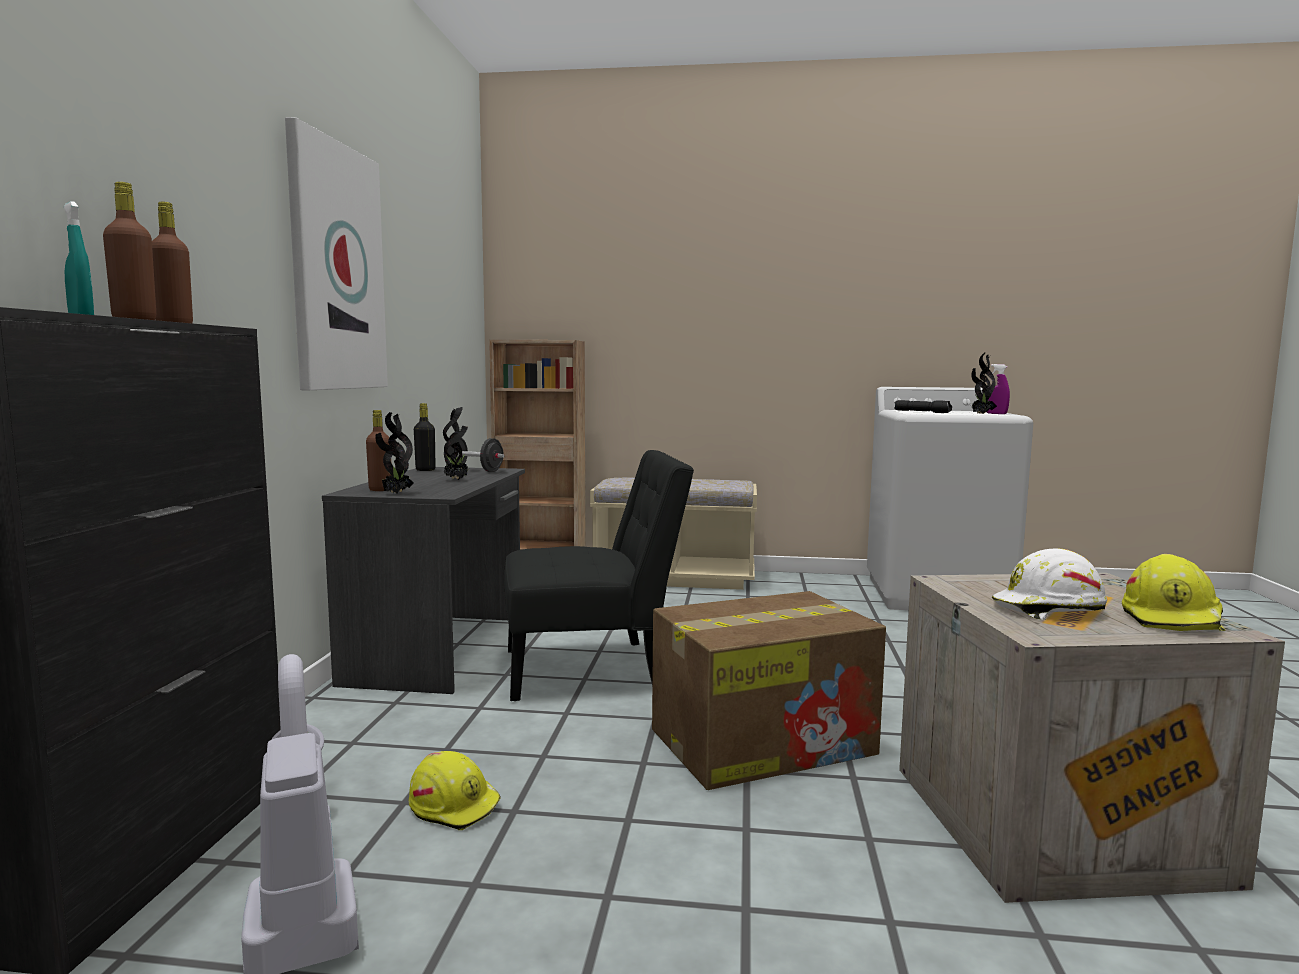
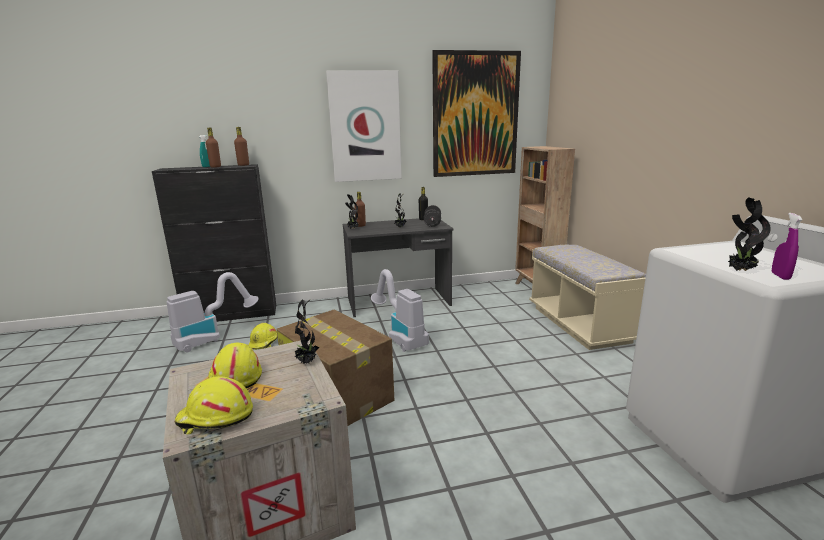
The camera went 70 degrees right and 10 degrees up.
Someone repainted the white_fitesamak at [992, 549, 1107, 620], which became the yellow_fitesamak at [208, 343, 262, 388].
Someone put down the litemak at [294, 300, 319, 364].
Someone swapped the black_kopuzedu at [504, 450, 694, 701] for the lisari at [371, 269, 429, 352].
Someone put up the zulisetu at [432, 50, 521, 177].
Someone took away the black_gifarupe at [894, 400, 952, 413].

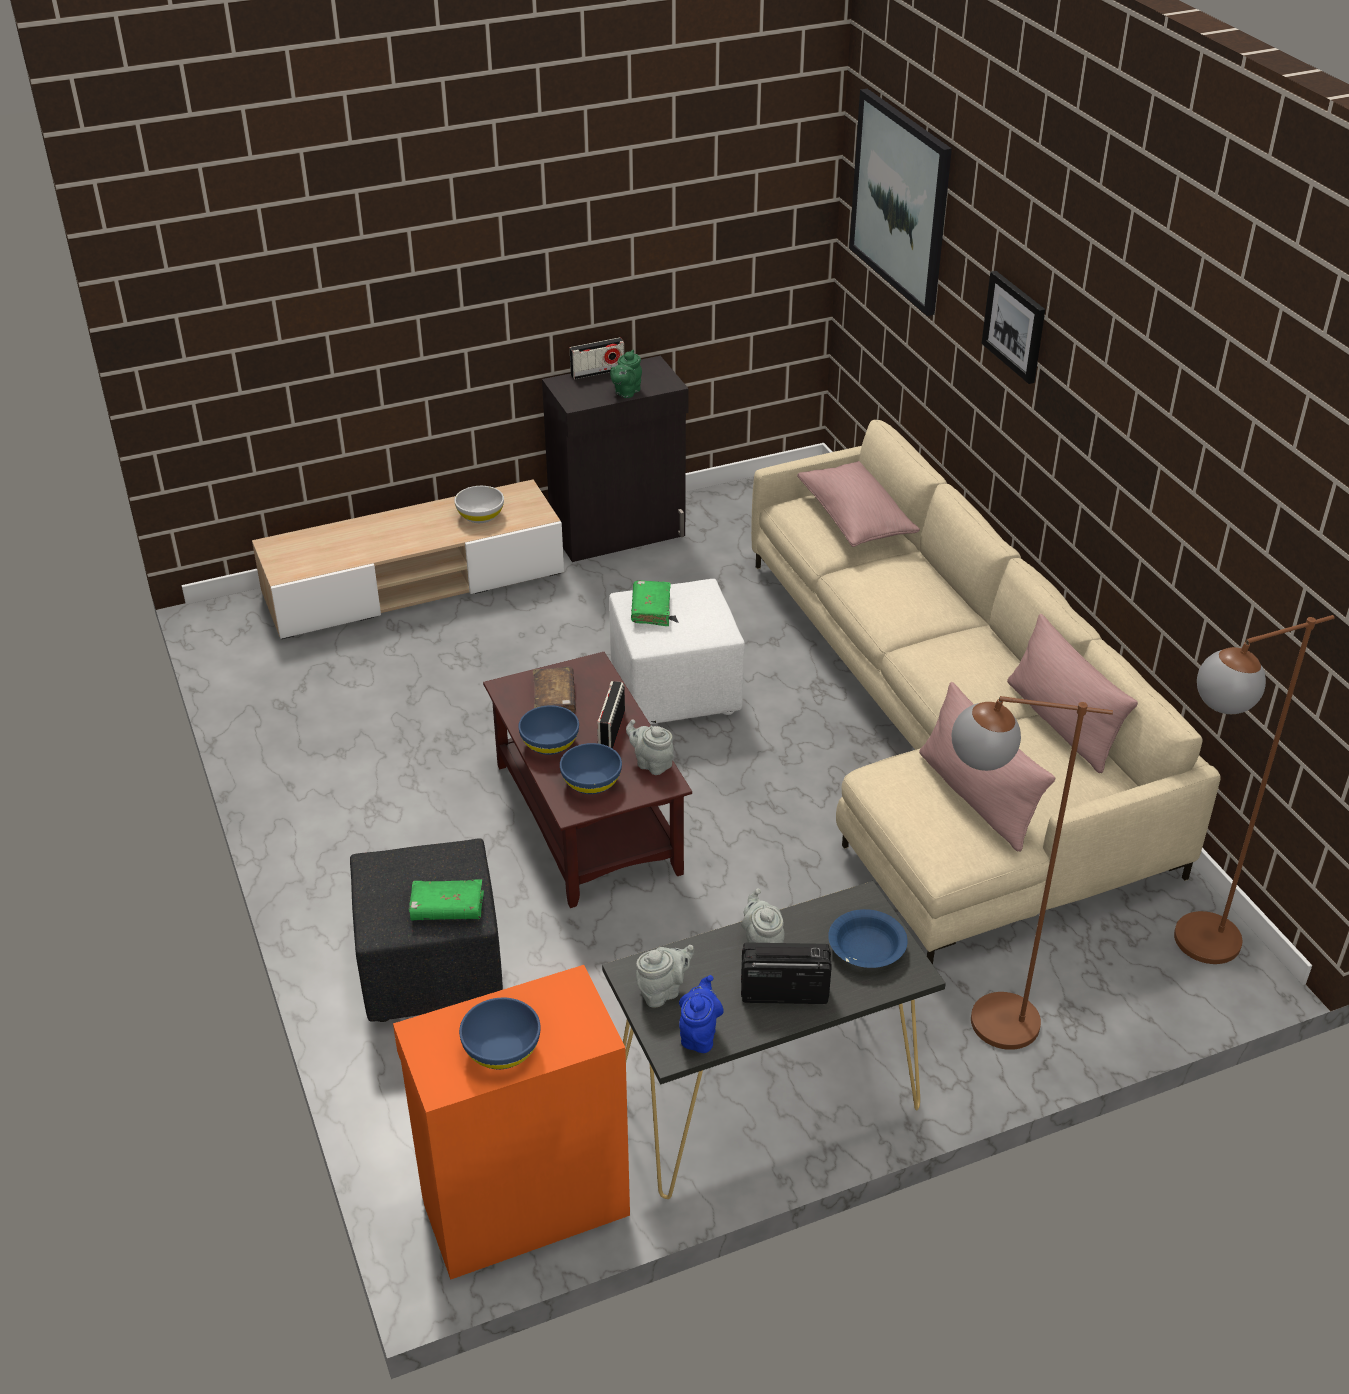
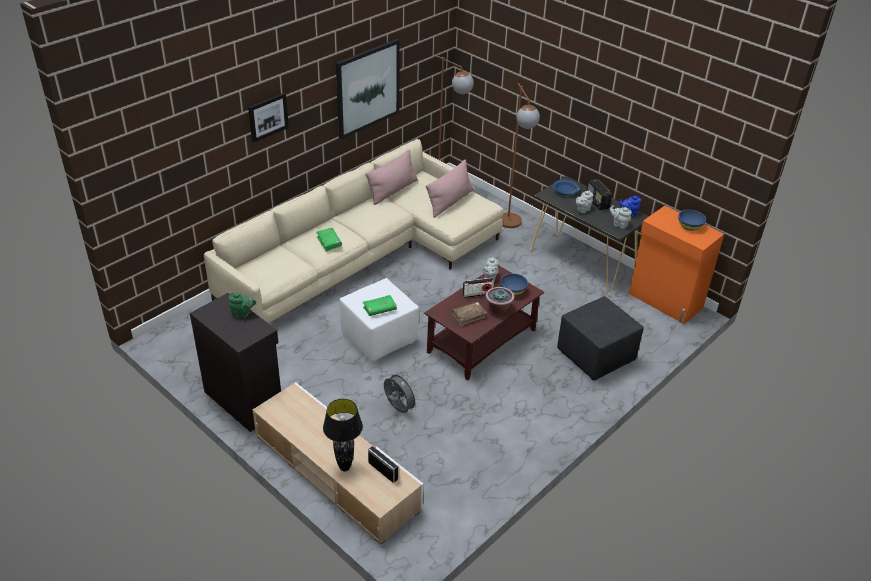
The camera went 115 degrees left and 0 degrees up.
Someone carried the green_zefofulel from [409, 879, 484, 920] to [316, 228, 342, 252].
Someone put down the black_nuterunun at [323, 399, 363, 471].
Someone carried the zulisetu from [849, 89, 952, 316] to [336, 39, 400, 139].
Someone carried the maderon from [570, 338, 624, 379] to [368, 445, 399, 483].
Someone put down the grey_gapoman at [384, 371, 419, 413].
Someone swapped the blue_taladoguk at [518, 705, 579, 755] for the litemak at [485, 287, 514, 314].
Someone took away the white_taladoguk at [454, 486, 504, 523].
Someone took away the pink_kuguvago at [797, 461, 920, 547].

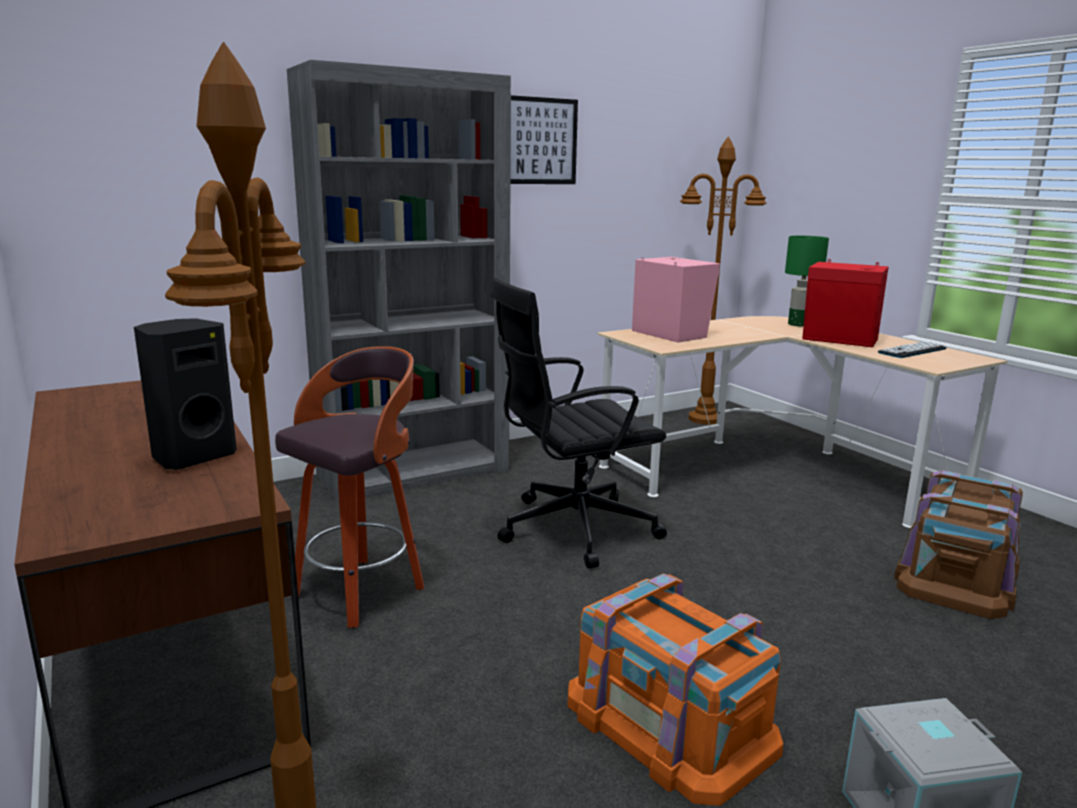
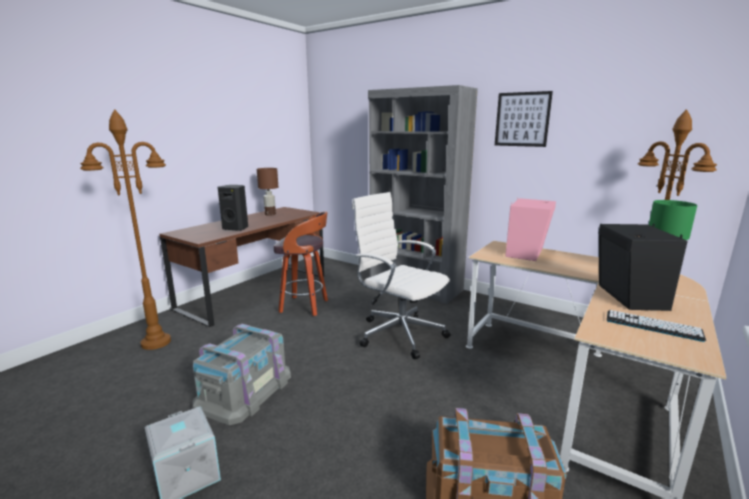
The camera went 65 degrees right and 0 degrees up.
Someone repainted the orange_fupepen at [568, 574, 783, 806], which became the grey_fupepen at [193, 324, 291, 425].
Someone put down the brown_nuterunun at [257, 168, 278, 216].
Someone repainted the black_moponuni at [491, 277, 667, 569], which became the white_moponuni at [352, 192, 451, 359].
Someone repainted the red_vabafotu at [802, 259, 888, 347], which became the black_vabafotu at [598, 224, 688, 311].

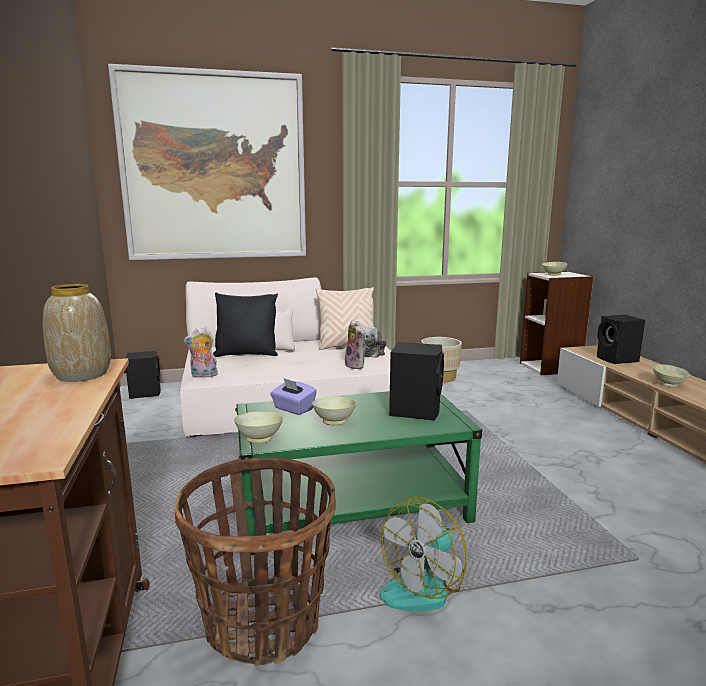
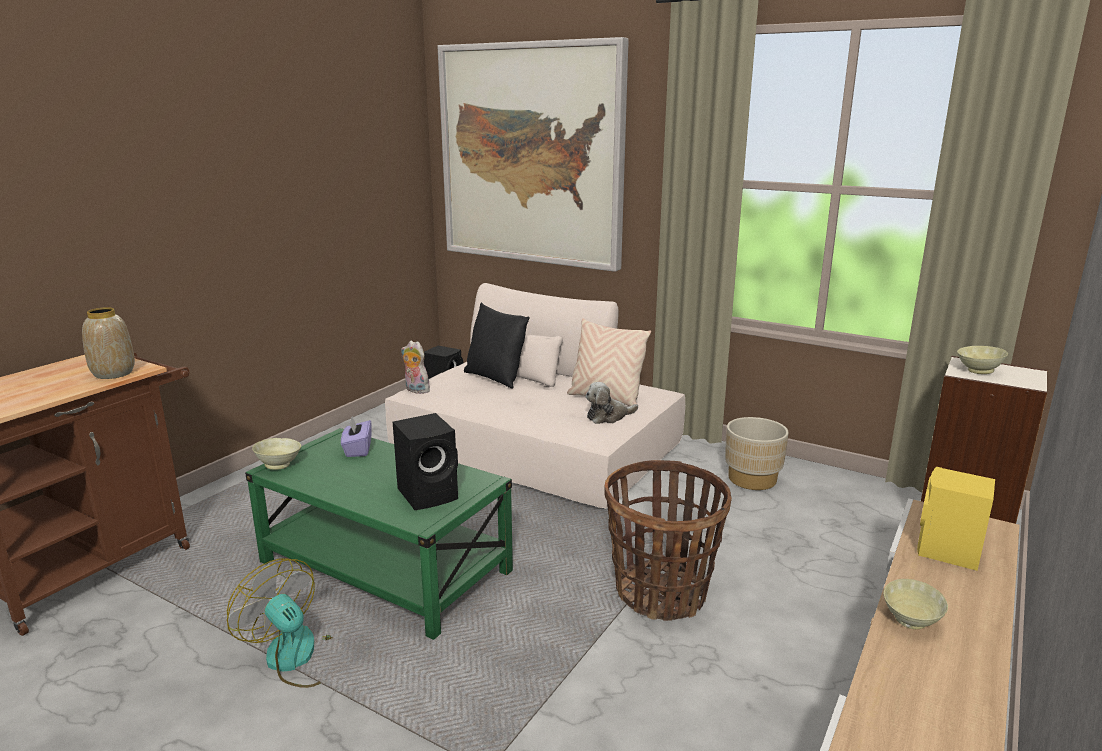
The camera went 45 degrees right and 5 degrees up.
Someone rotated the gapoman at [379, 497, 467, 611] by 45 degrees clockwise.
Someone carried the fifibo from [175, 457, 336, 666] to [604, 460, 732, 621].
Someone repainted the black_vabafotu at [597, 315, 645, 364], which became the yellow_vabafotu at [917, 467, 995, 571].
Someone took away the beige_taladoguk at [312, 397, 357, 425].
Someone took away the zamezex at [345, 319, 365, 369].

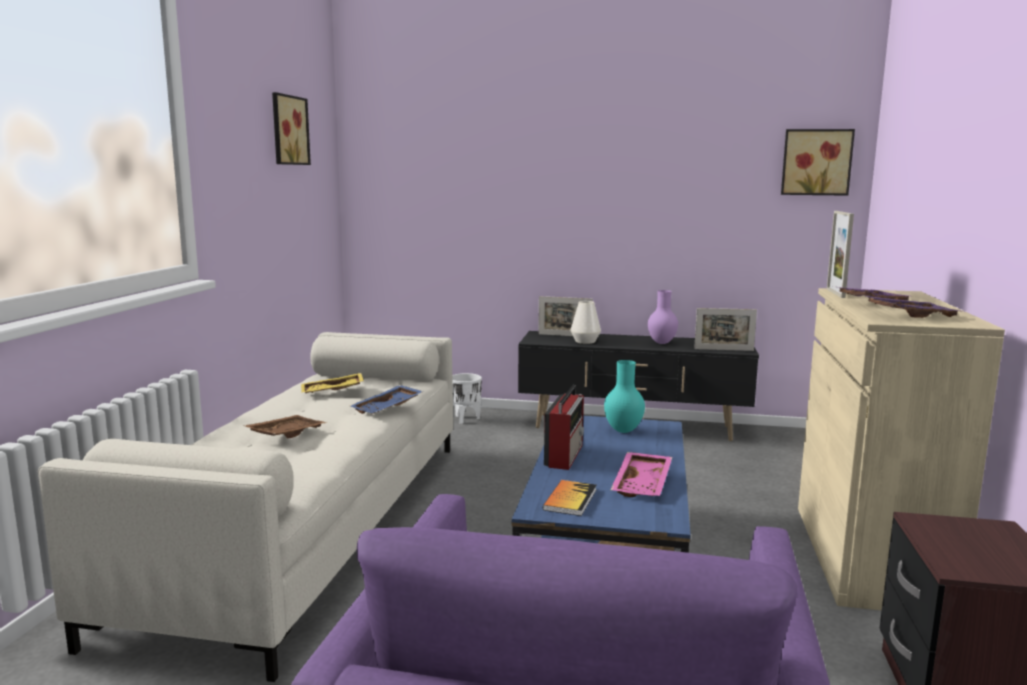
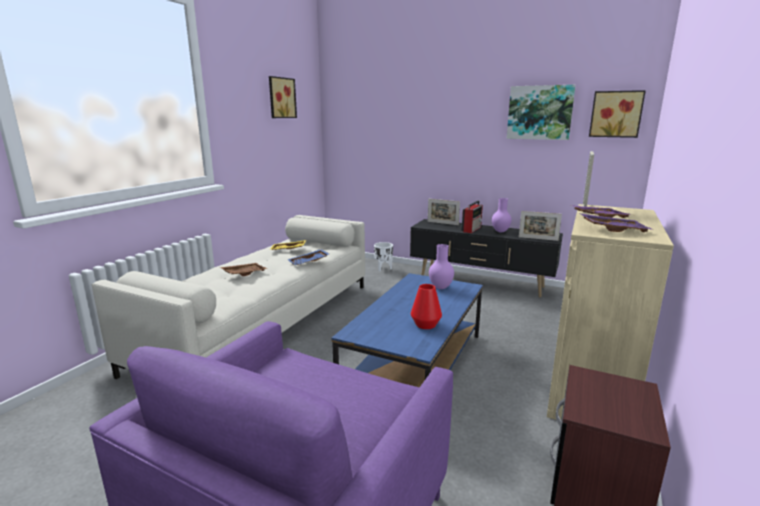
The camera went 15 degrees right and 5 degrees up.
Someone swapped the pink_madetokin at [611, 452, 672, 497] for the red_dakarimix at [411, 284, 442, 329].
Someone repainted the turquoise_dakarimix at [604, 360, 645, 433], which became the purple_dakarimix at [429, 244, 454, 289].
Someone carried the maderon from [544, 385, 584, 470] to [462, 200, 483, 233].
Someone put up the zulisetu at [507, 85, 576, 140].
Someone took away the zefofulel at [543, 480, 596, 516].
Someone took away the white_dakarimix at [570, 301, 601, 344].

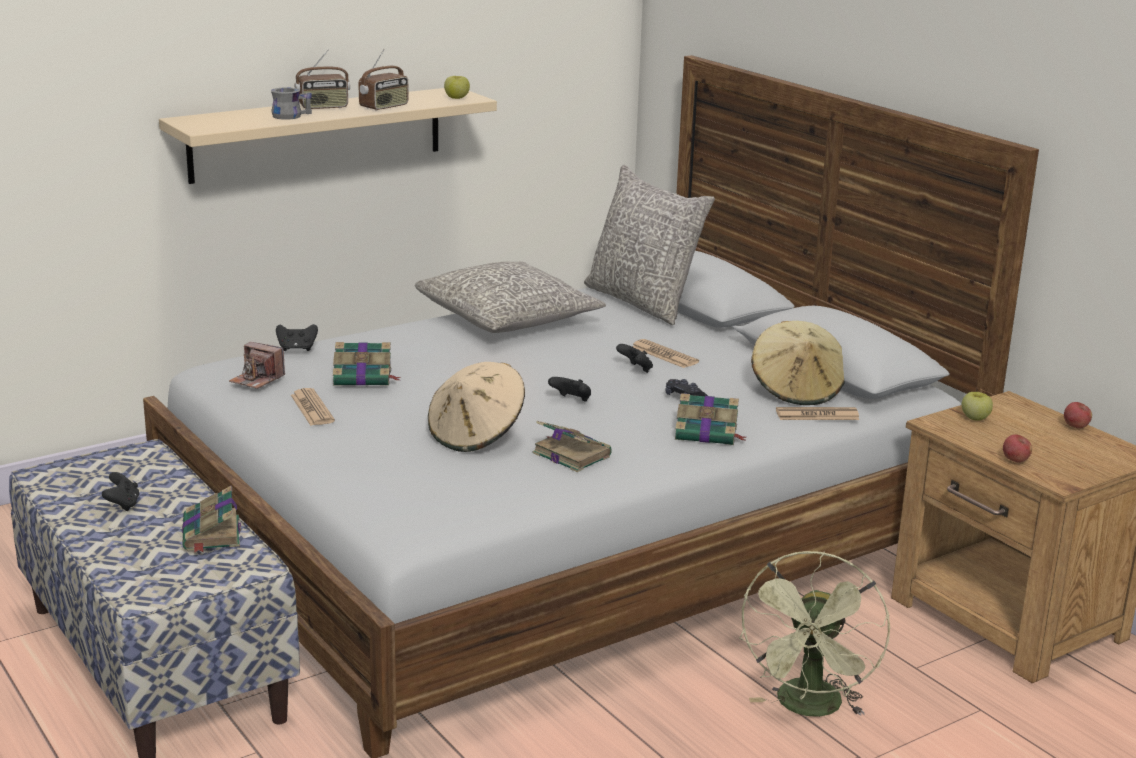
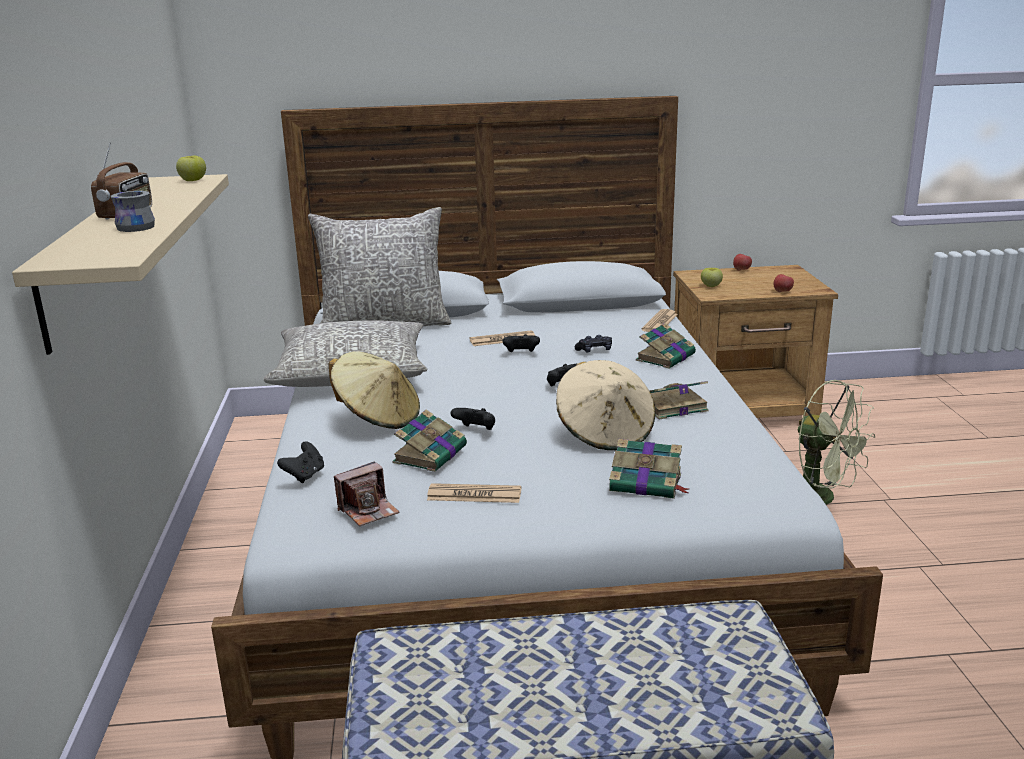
The camera went 60 degrees left and 0 degrees up.
Someone carried the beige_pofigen from [751, 321, 845, 405] to [329, 351, 420, 429].
Someone carried the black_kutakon from [102, 472, 140, 511] to [450, 408, 495, 430].
Someone carried the zefofulel from [182, 486, 241, 553] to [609, 439, 689, 499].
Someone took away the maderon at [359, 49, 409, 111].

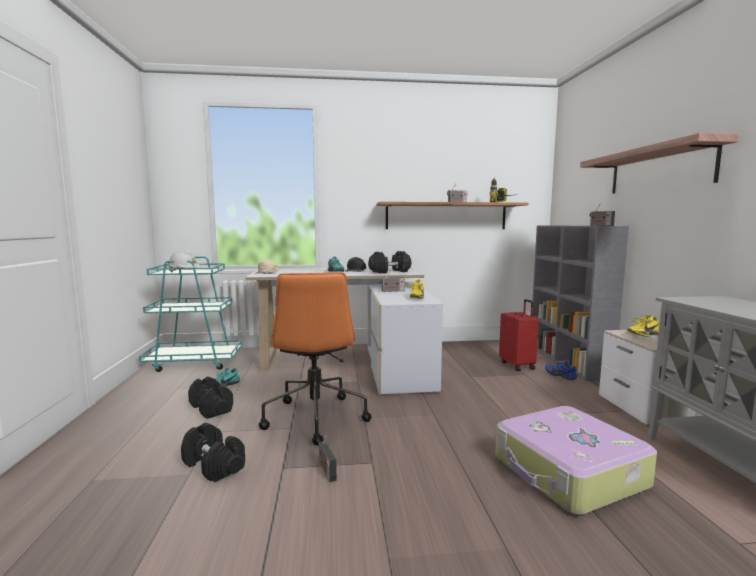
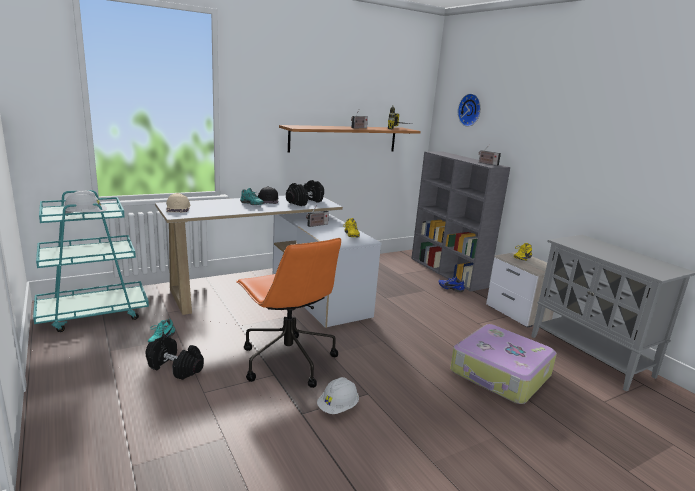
The camera went 25 degrees left and 10 degrees up.
Someone swapped the maderon at [319, 436, 337, 482] for the white_fitesamak at [317, 377, 359, 414].
Someone put up the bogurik at [458, 93, 481, 127].
Someone took away the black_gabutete at [181, 423, 245, 482].
Someone took away the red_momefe at [499, 299, 539, 371].
Someone took away the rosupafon at [580, 133, 739, 194].

